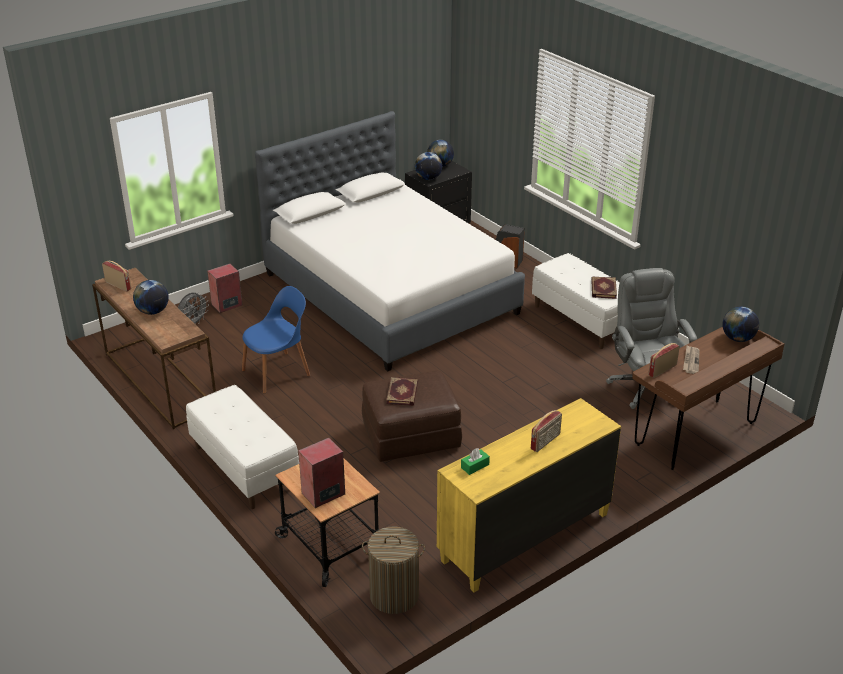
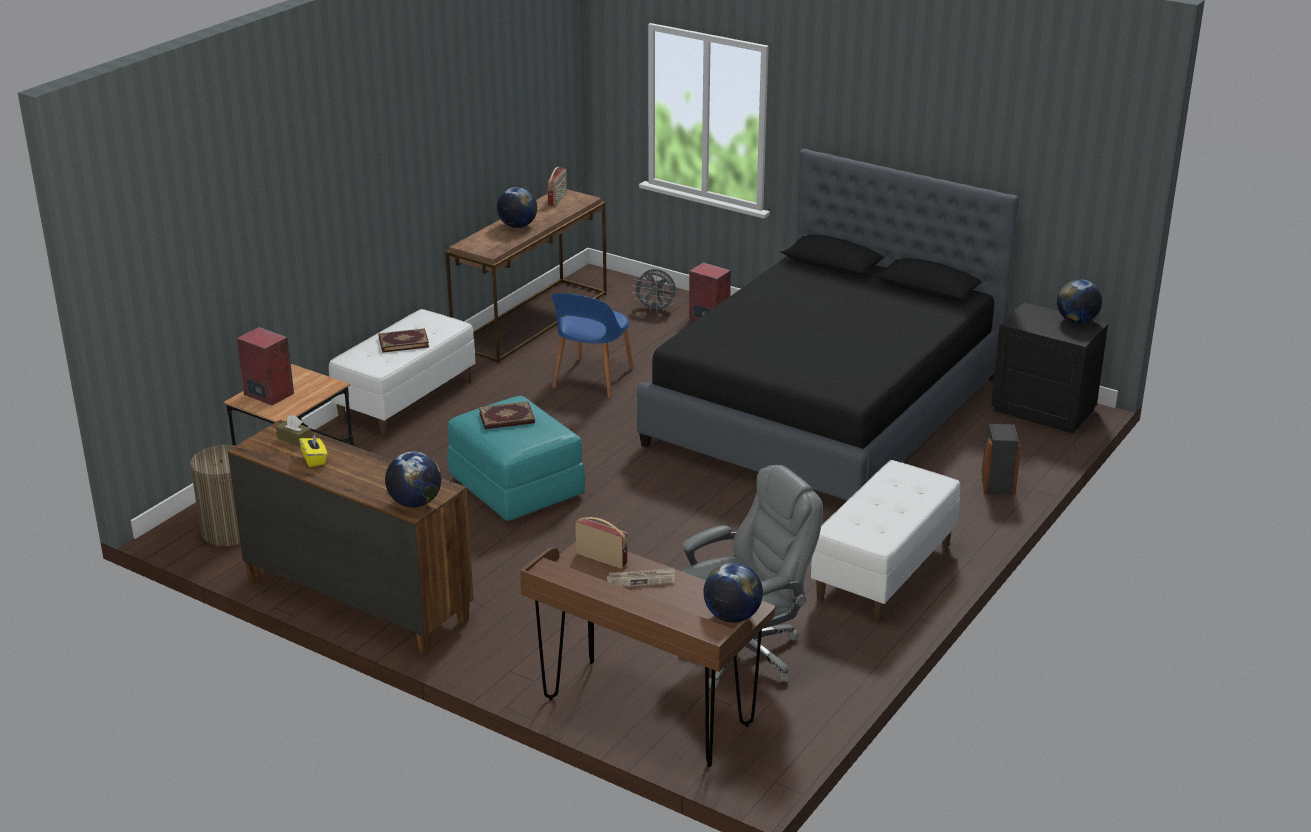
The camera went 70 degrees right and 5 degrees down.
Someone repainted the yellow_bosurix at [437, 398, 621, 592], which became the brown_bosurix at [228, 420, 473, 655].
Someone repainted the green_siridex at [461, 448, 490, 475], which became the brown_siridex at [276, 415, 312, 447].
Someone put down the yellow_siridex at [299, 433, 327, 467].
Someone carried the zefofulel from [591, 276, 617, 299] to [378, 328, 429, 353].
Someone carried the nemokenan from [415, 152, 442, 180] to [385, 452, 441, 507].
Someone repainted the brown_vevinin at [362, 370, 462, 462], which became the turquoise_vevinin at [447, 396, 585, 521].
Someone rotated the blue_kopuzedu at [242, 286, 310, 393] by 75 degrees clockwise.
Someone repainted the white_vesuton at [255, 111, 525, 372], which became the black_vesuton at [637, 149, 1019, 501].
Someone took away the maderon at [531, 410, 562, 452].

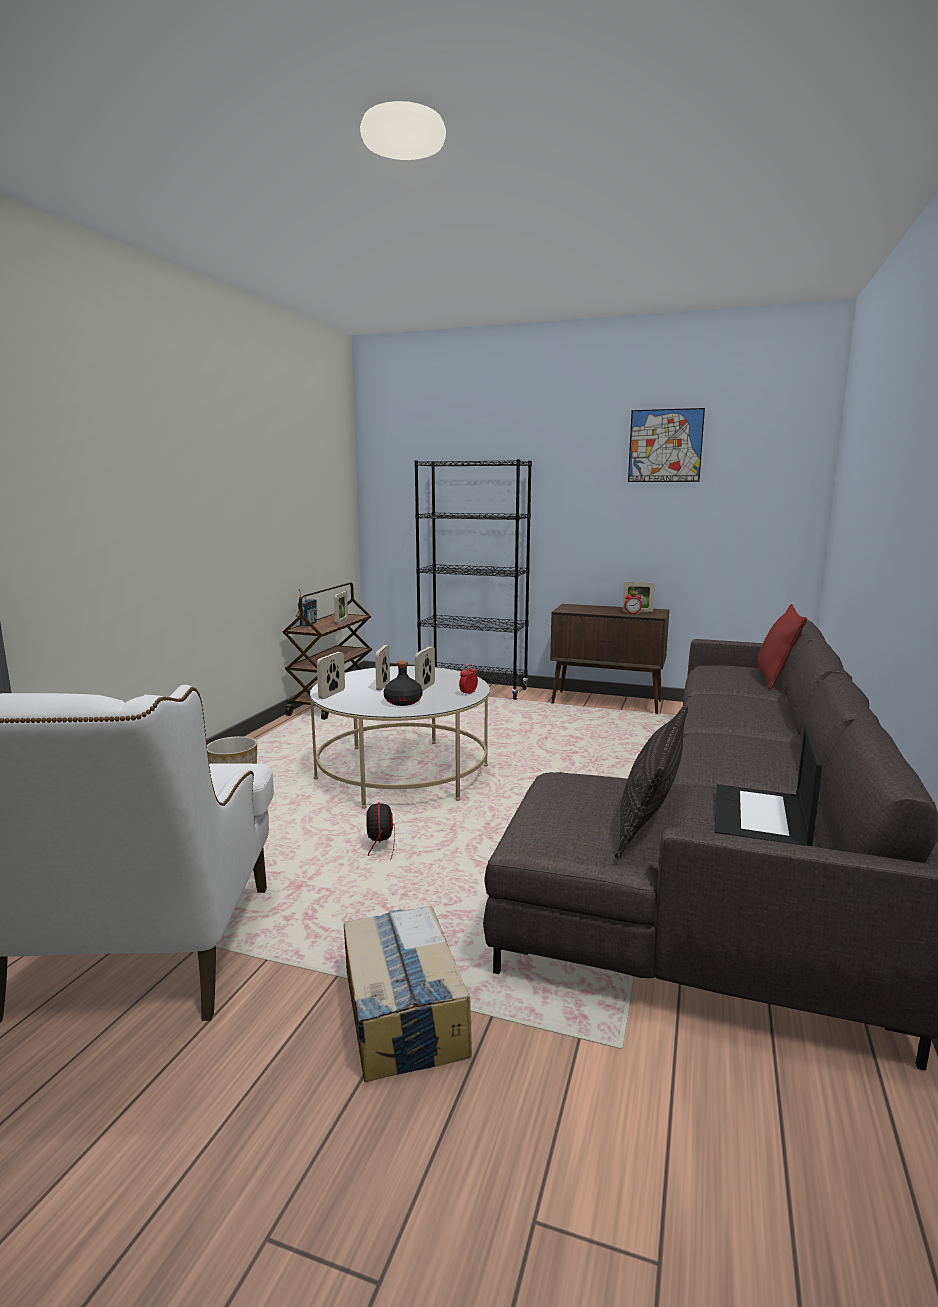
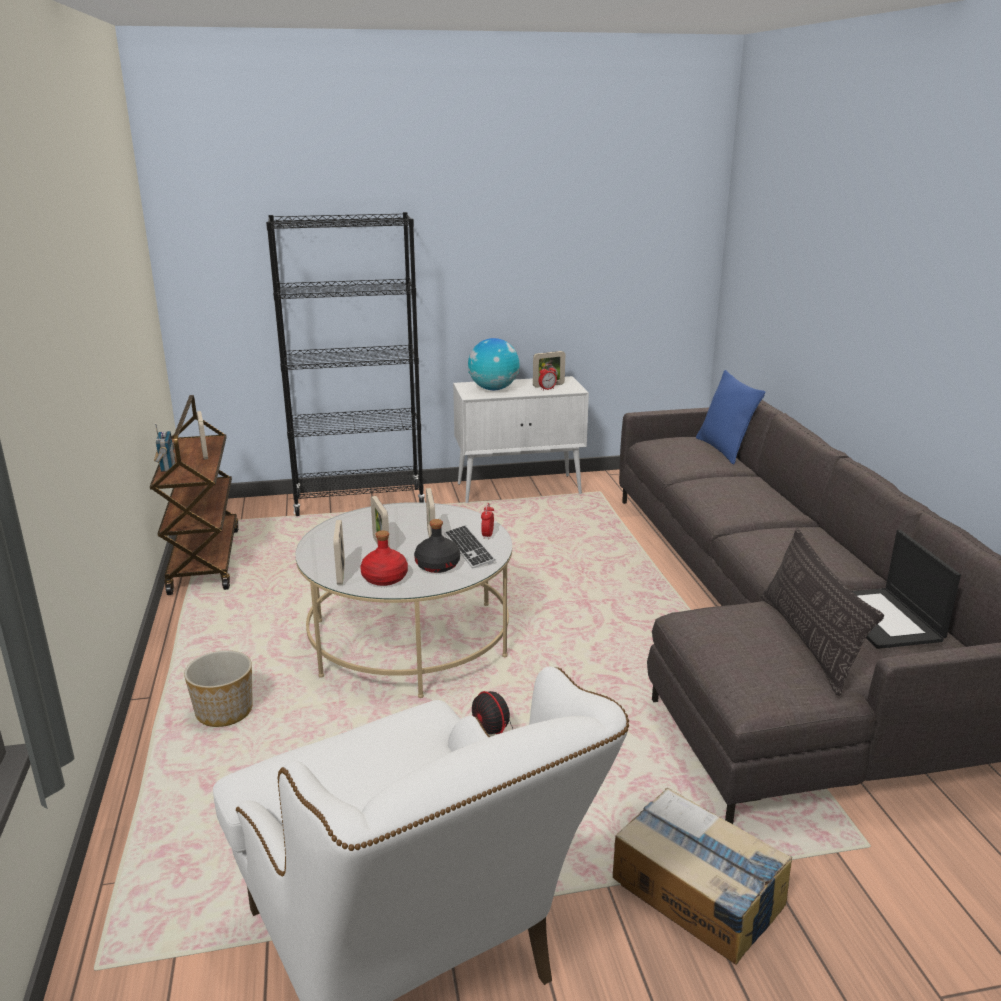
The camera went 30 degrees left and 10 degrees up.
Someone put down the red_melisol at [360, 530, 408, 586].
Someone put down the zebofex at [444, 525, 496, 569].
Someone repainted the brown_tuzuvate at [550, 604, 669, 714], which became the white_tuzuvate at [453, 376, 589, 503].
Someone put down the nemokenan at [468, 338, 519, 390].
Someone repainted the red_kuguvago at [758, 604, 807, 690], which became the blue_kuguvago at [696, 370, 765, 465].
Someone took away the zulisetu at [628, 408, 705, 482].

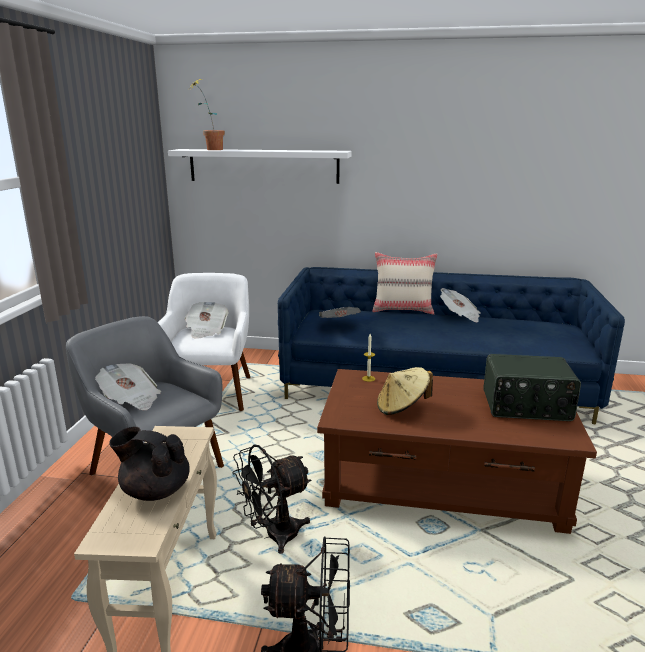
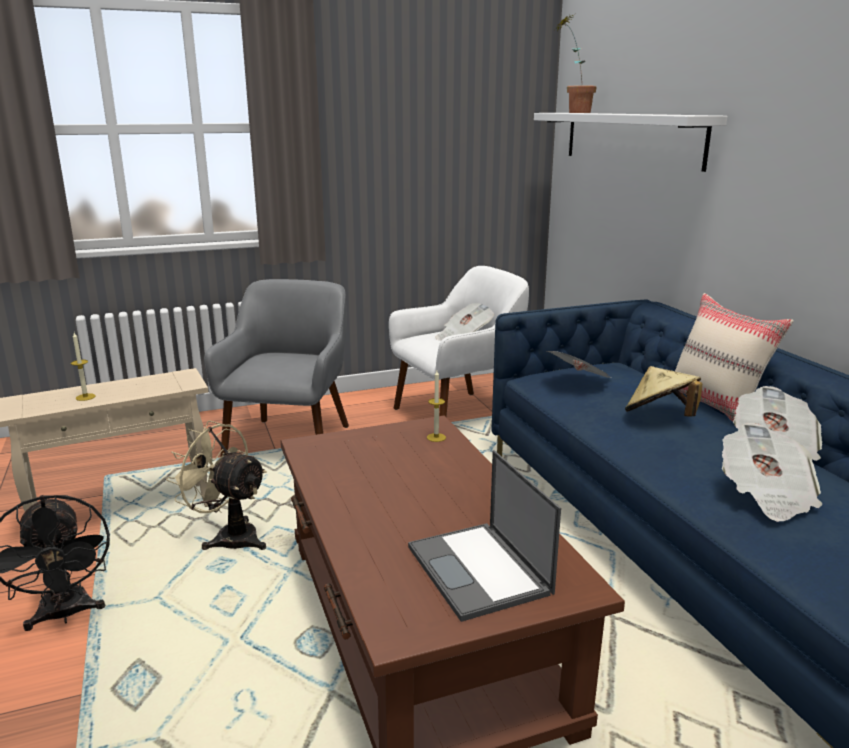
The camera went 60 degrees right and 0 degrees up.
Someone swapped the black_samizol at [109, 427, 190, 501] for the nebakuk at [71, 333, 96, 401].
Someone repainted the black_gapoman at [232, 445, 311, 554], which became the beige_gapoman at [166, 420, 267, 550].
Someone swapped the maderon at [483, 354, 581, 421] for the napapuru at [408, 450, 561, 622].
Someone carried the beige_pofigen from [377, 367, 433, 415] to [625, 366, 702, 417].
Someone carried the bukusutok from [95, 364, 161, 410] to [722, 423, 822, 522].

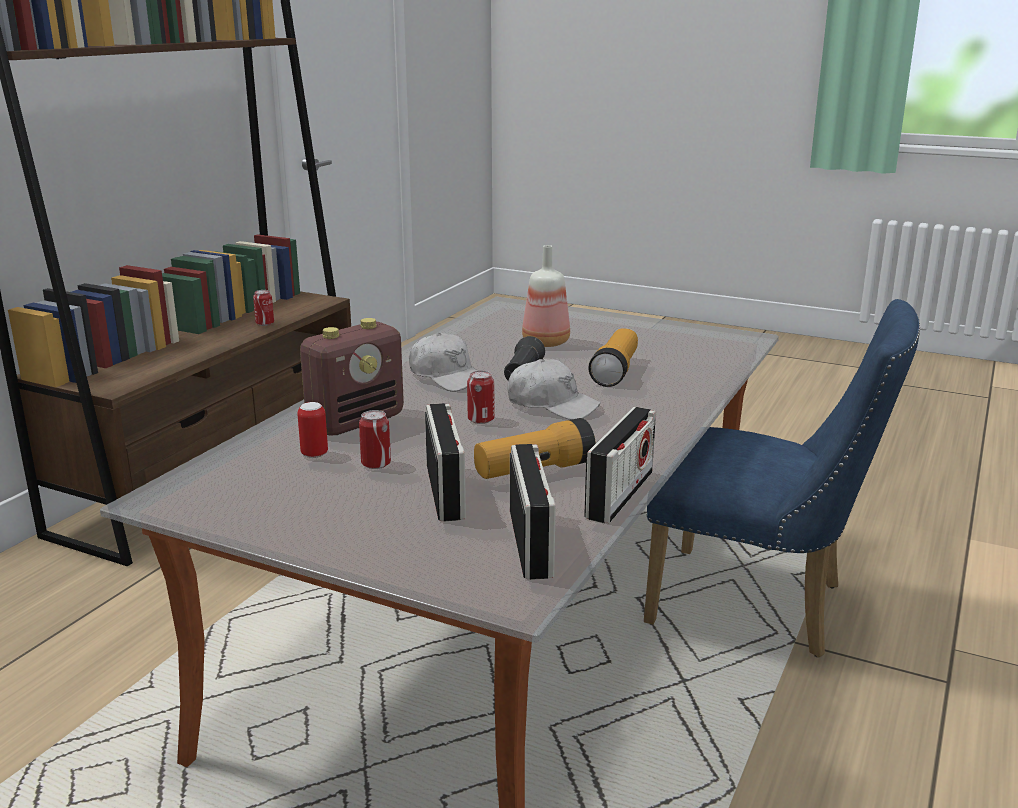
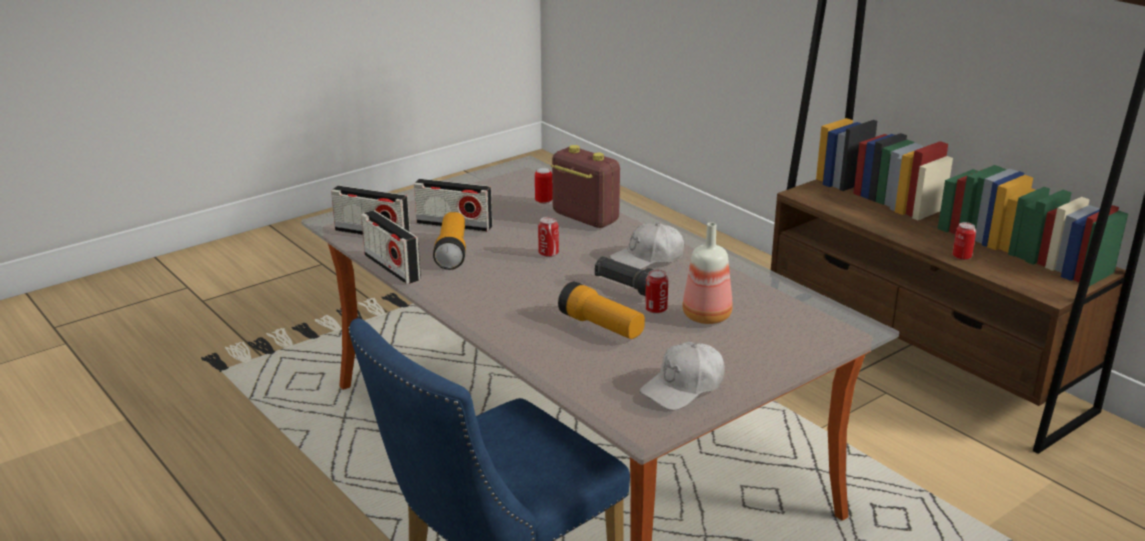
The camera went 115 degrees right and 5 degrees up.
Someone rotated the maderon at [300, 318, 404, 436] by 150 degrees clockwise.
Someone carried the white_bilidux from [507, 359, 601, 420] to [639, 342, 725, 410].
Someone carried the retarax from [359, 410, 391, 469] to [645, 269, 668, 314].

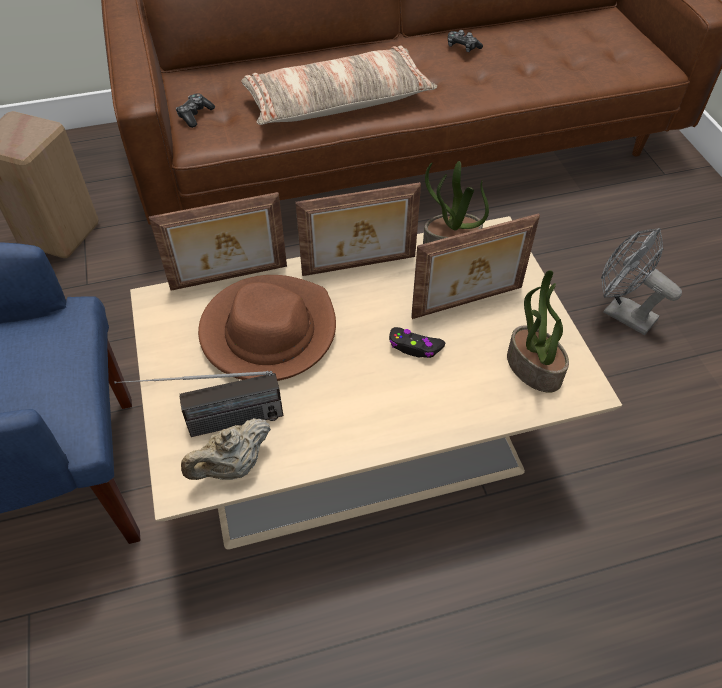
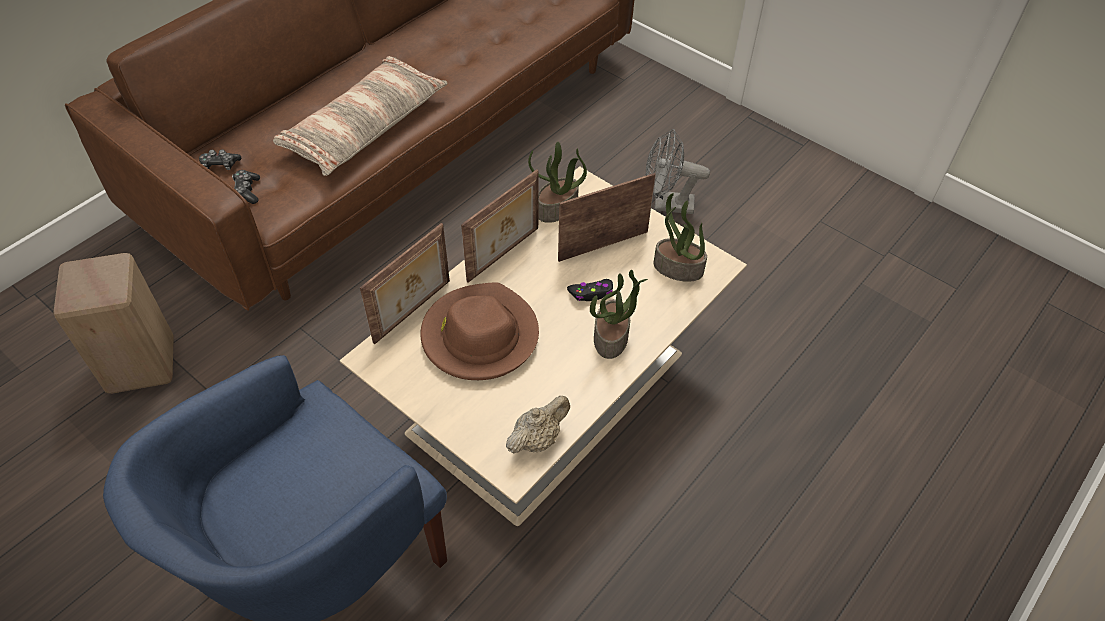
The camera went 35 degrees left and 0 degrees up.
Someone carried the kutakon from [448, 30, 483, 52] to [199, 149, 241, 170].
Someone rotated the beige_samizol at [181, 418, 271, 480] by 150 degrees counterclockwise.
Someone rotated the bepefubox at [411, 213, 540, 319] by 150 degrees counterclockwise.
Someone put down the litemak at [590, 270, 648, 359].
Someone took away the maderon at [114, 371, 283, 437].

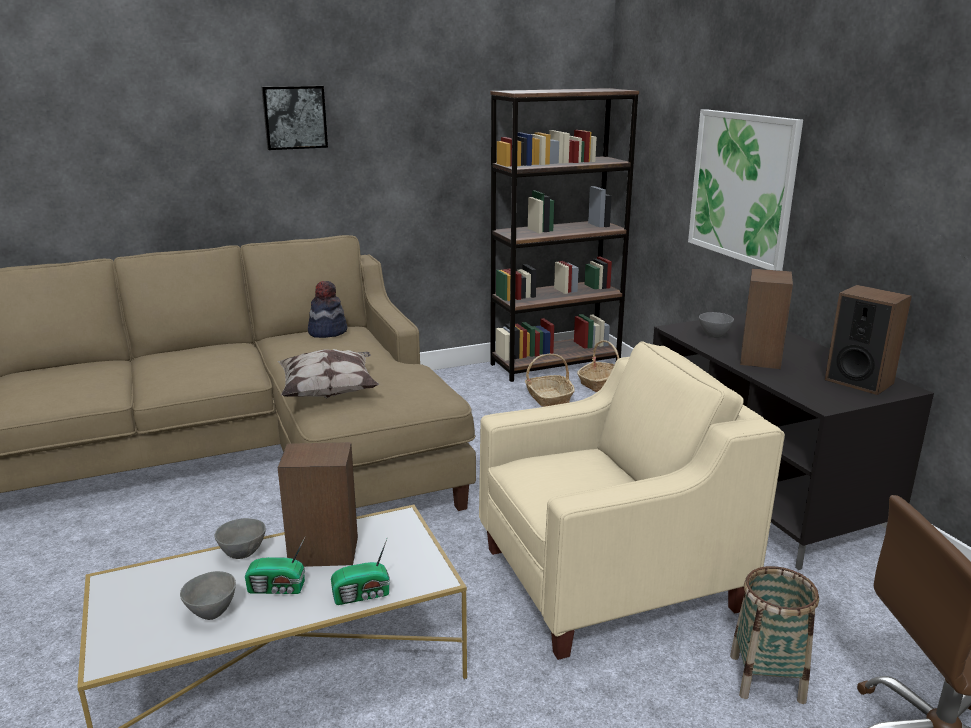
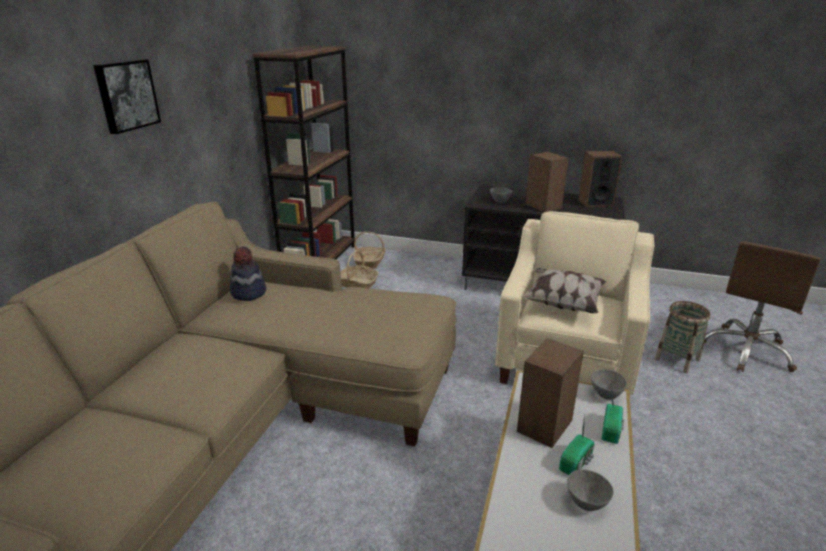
The camera went 50 degrees left and 5 degrees up.
Someone carried the kuguvago from [278, 349, 379, 398] to [523, 268, 606, 313].
Someone carried the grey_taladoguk from [214, 518, 266, 559] to [591, 369, 627, 400].
Someone took away the zulisetu at [688, 109, 803, 271].

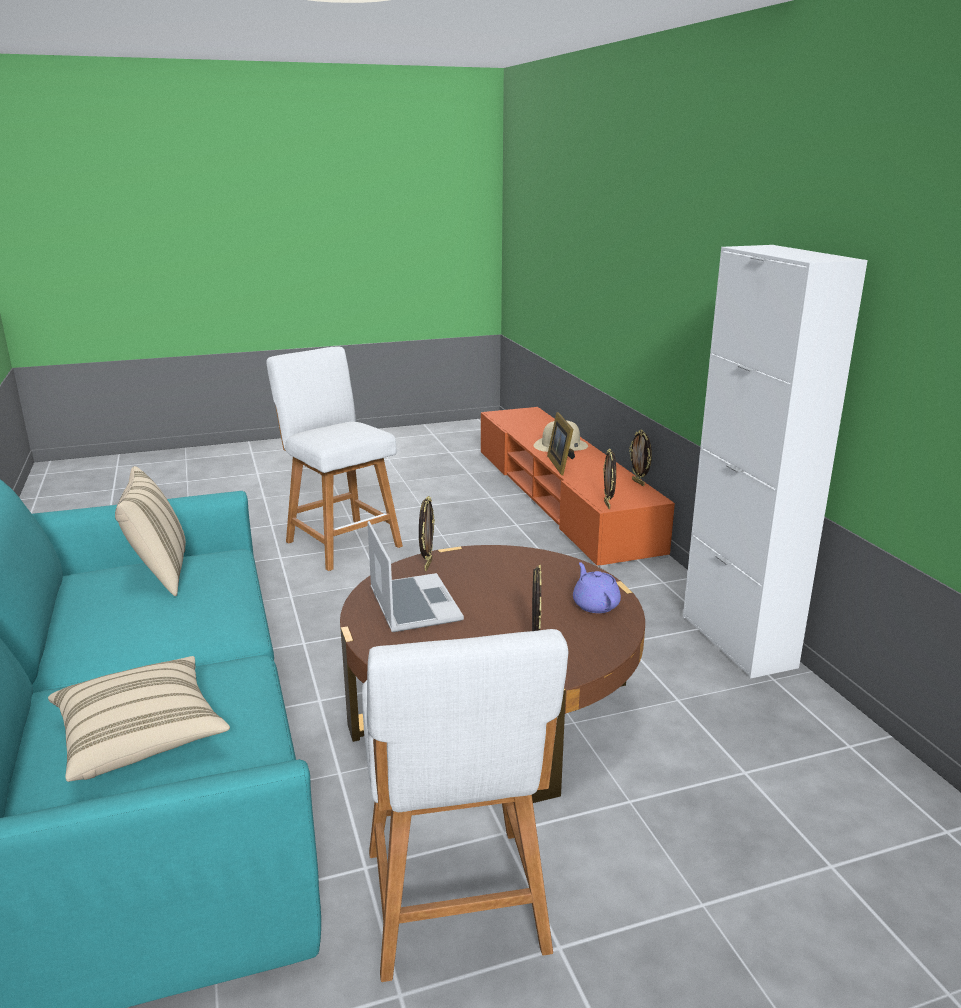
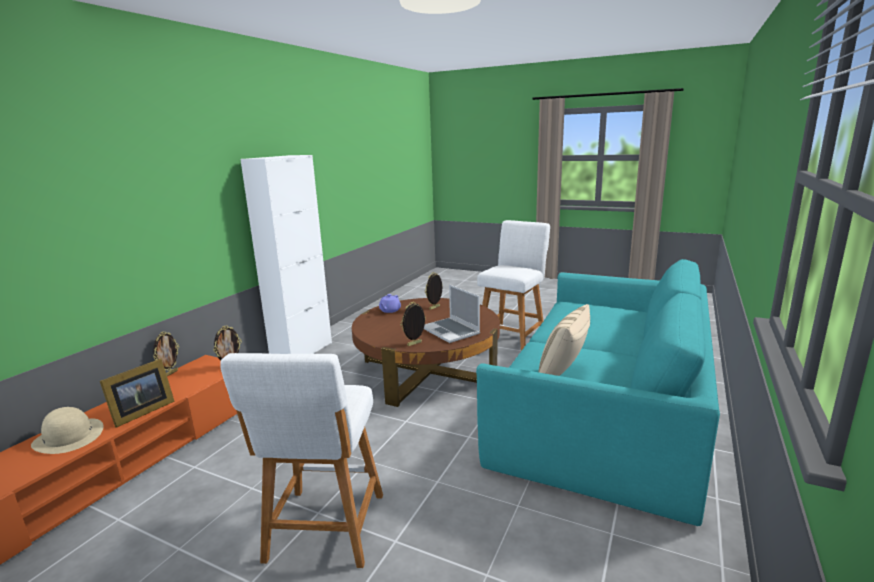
The camera went 135 degrees left and 5 degrees down.
Someone rotated the napapuru at [367, 521, 464, 632] by 60 degrees counterclockwise.
Someone took away the beige_kuguvago at [48, 656, 230, 782].

